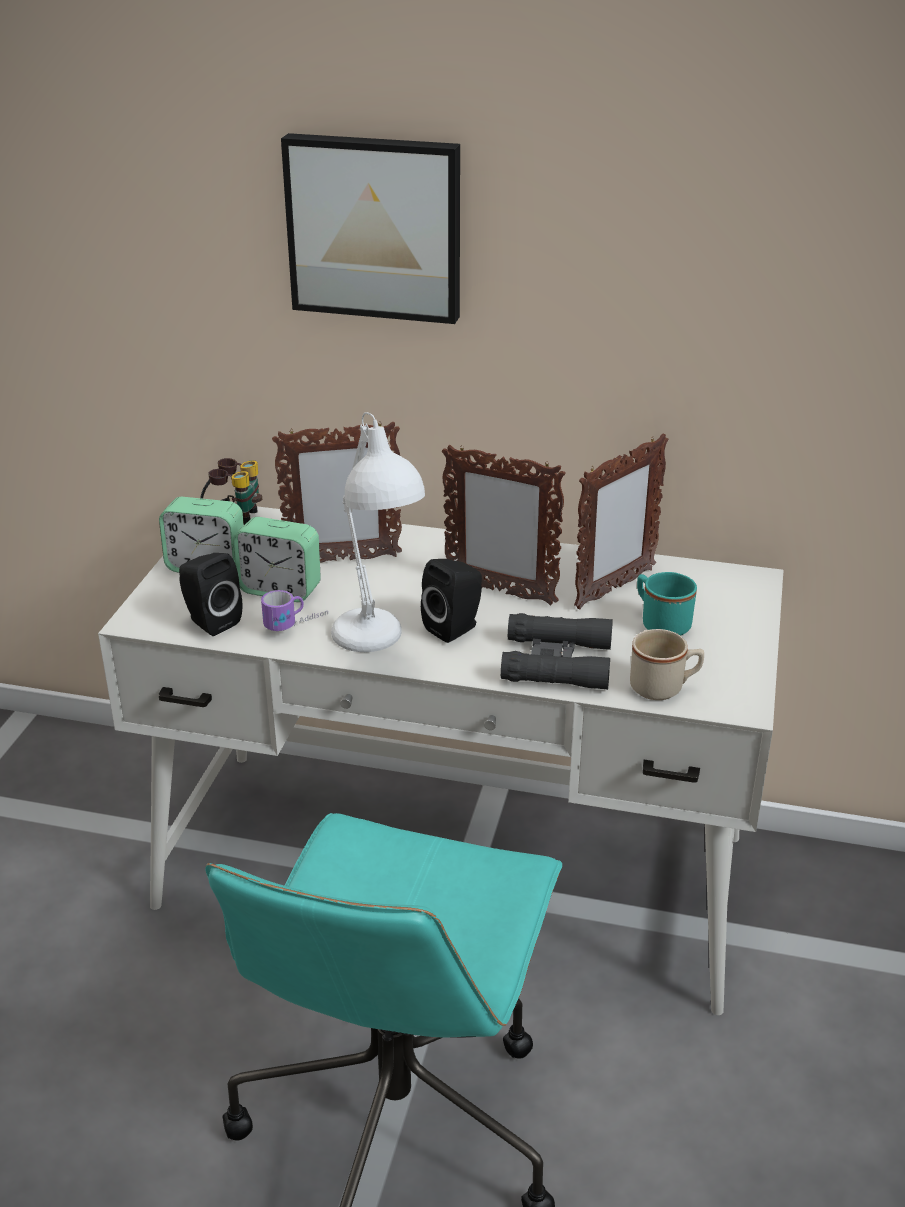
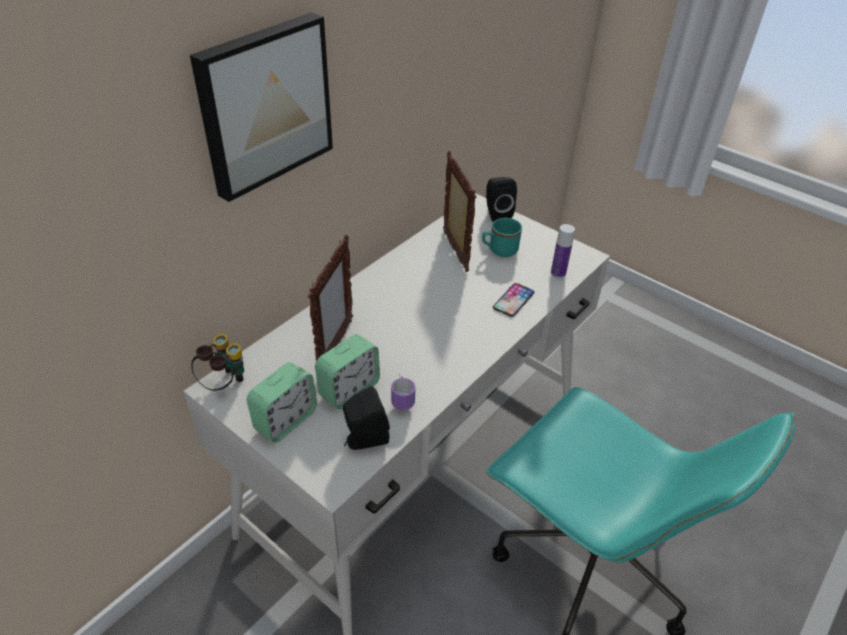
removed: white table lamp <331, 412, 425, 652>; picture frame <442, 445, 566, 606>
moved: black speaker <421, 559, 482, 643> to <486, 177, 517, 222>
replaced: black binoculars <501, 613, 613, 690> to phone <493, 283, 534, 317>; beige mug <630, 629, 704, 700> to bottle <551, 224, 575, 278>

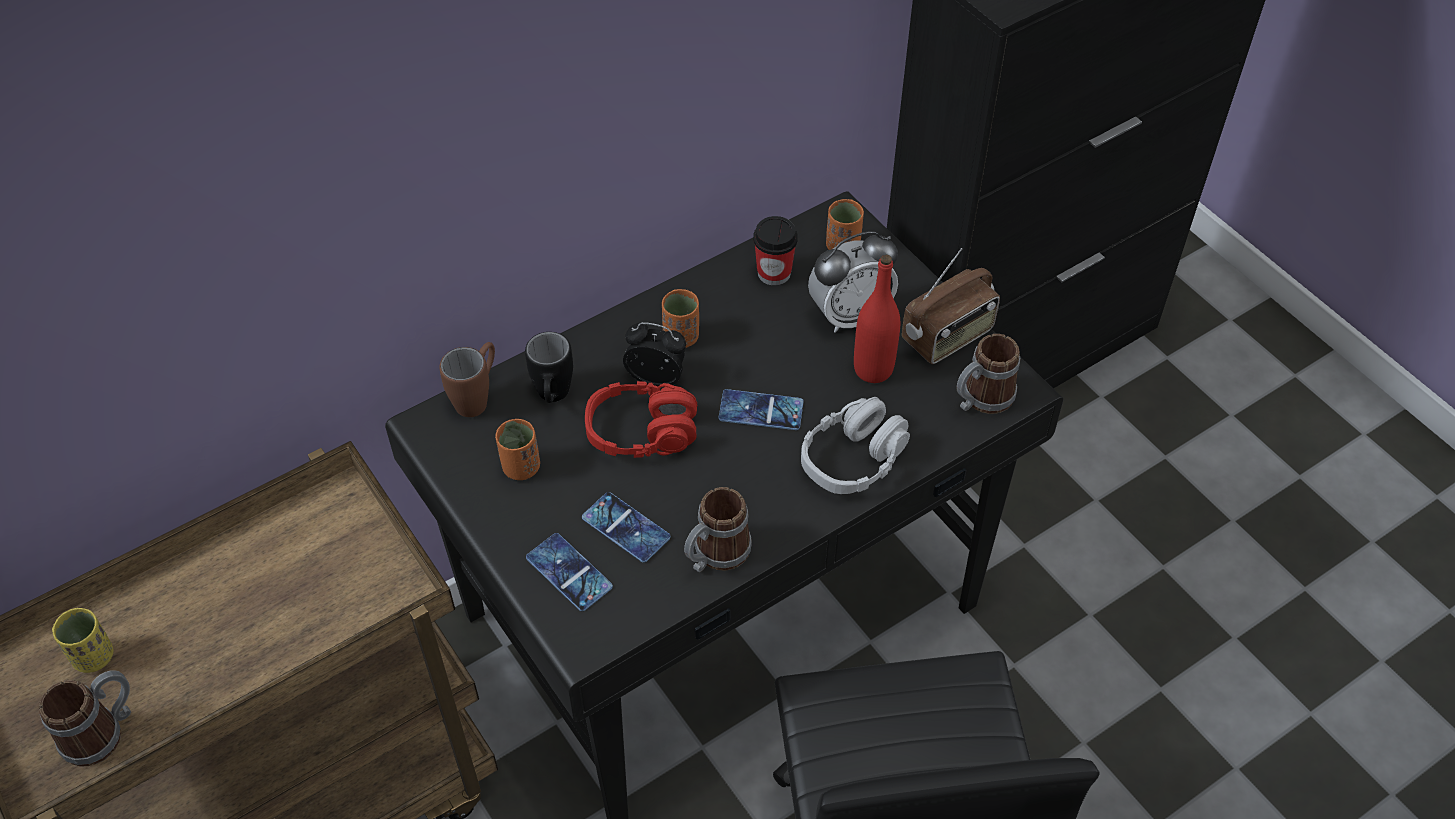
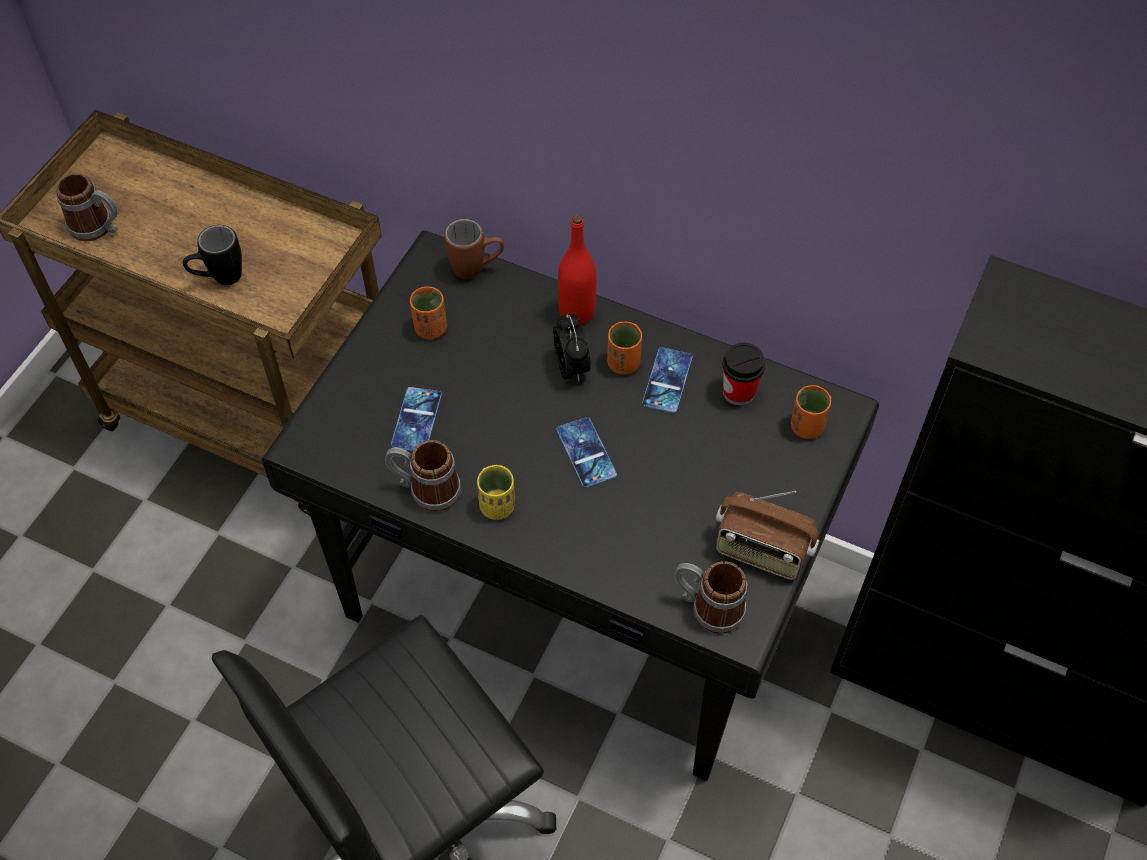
removed: red headphones <585, 381, 697, 458>; grey headphones <801, 397, 910, 494>; alarm clock <808, 231, 898, 333>
moved: yellow cup <52, 608, 113, 673> to <477, 465, 515, 520>; black mug <525, 332, 573, 403> to <183, 225, 242, 285>; phone <526, 533, 613, 611> to <642, 347, 693, 413>; red bottle <854, 255, 900, 383> to <558, 215, 596, 325>

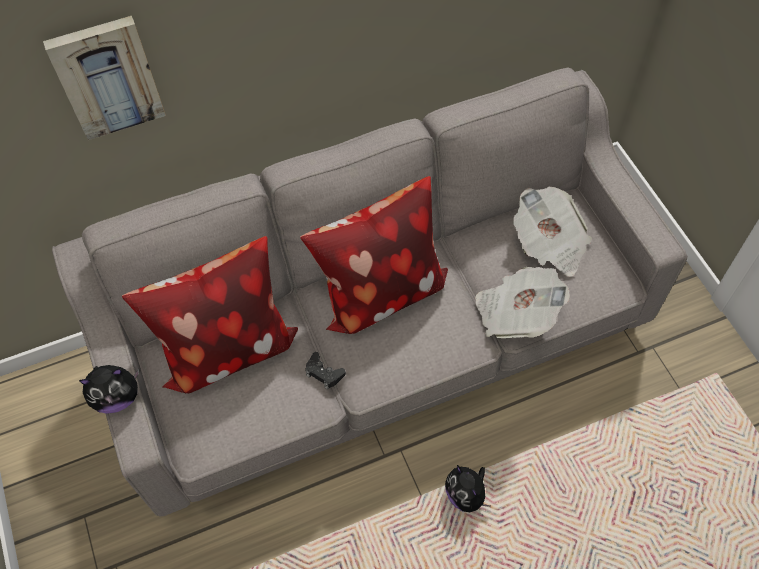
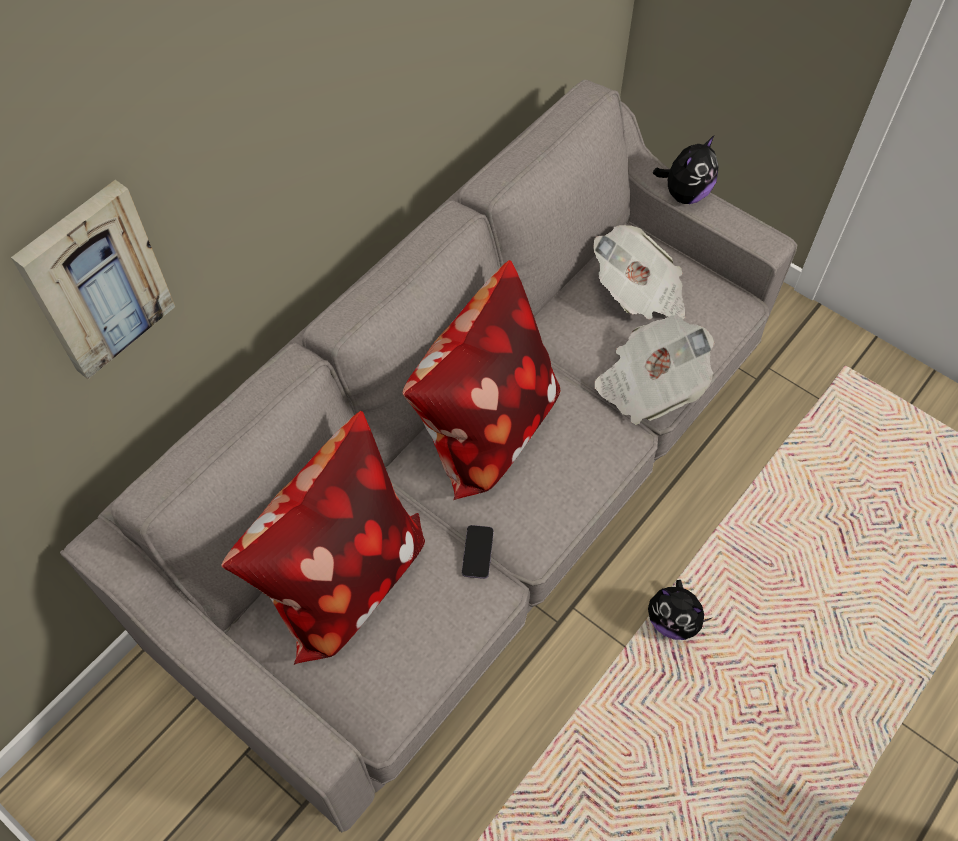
moved: plush toy <79, 365, 139, 414> to <653, 135, 719, 204>
replaced: black game controller <305, 352, 346, 389> to phone <462, 525, 494, 579>

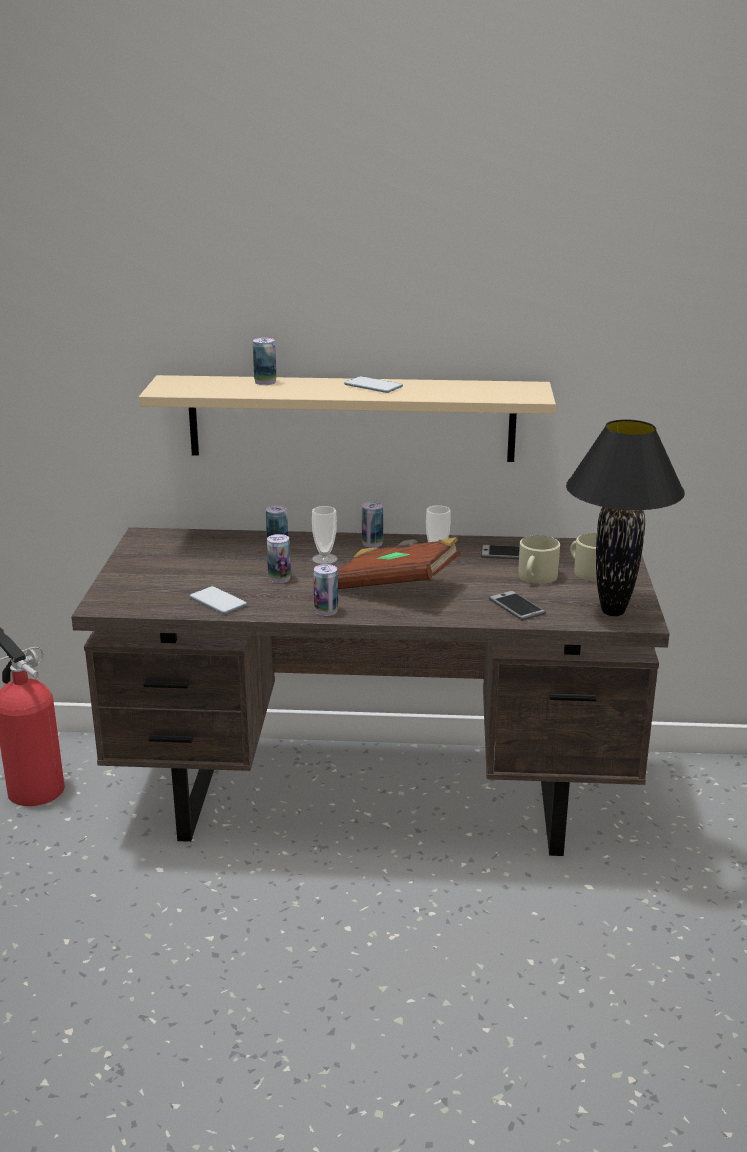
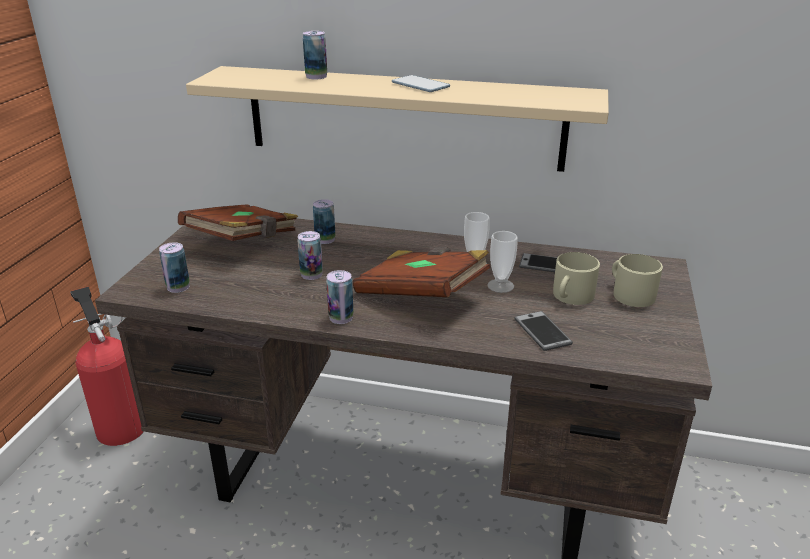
removed: phone <189, 586, 247, 614>; black table lamp <566, 419, 685, 616>
added: brown book <178, 204, 298, 241>
moved: cup <312, 506, 338, 564> to <487, 231, 518, 293>; can <362, 502, 383, 548> to <159, 242, 190, 293>

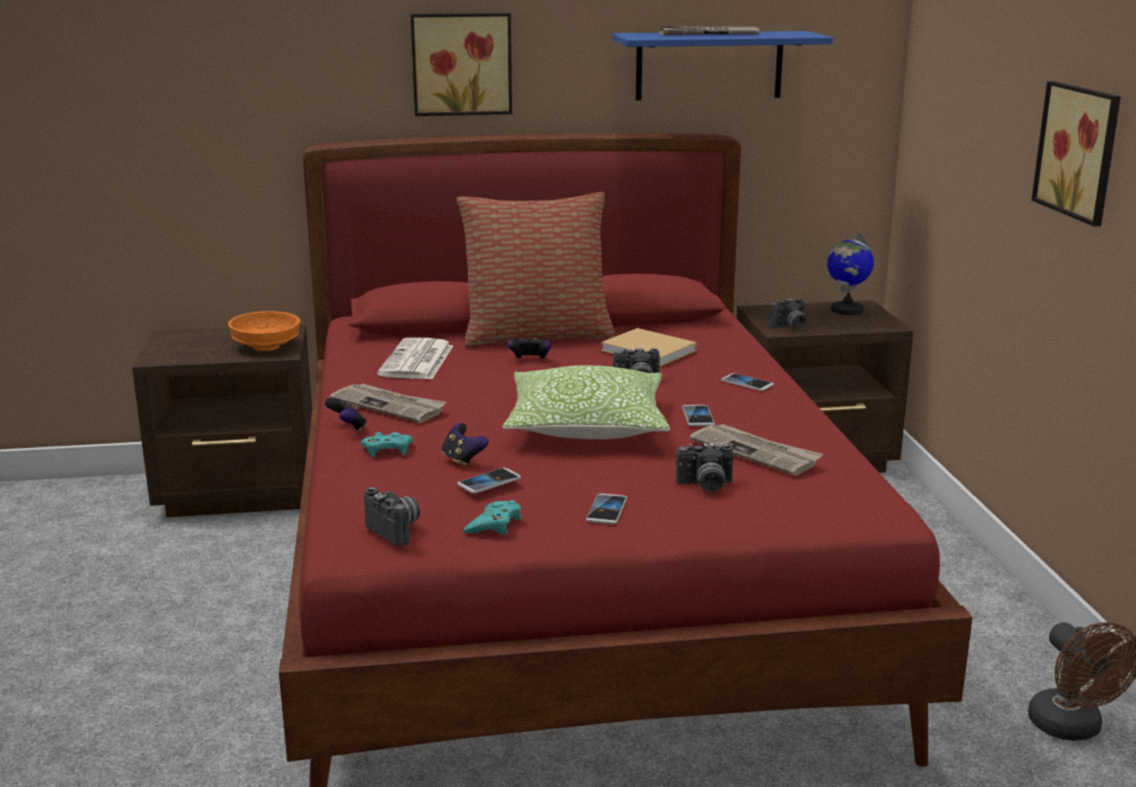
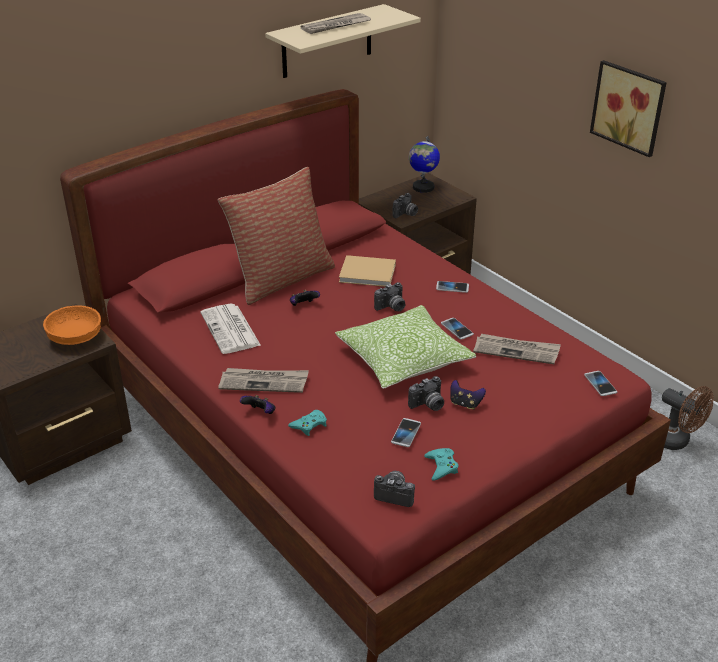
removed: picture <411, 13, 512, 116>
moved: game controller <442, 423, 489, 467> to <450, 380, 486, 410>; phone <586, 493, 627, 524> to <584, 371, 617, 396>; photo camera <676, 443, 734, 492> to <408, 376, 444, 411>
recoloured: blue shelf <612, 31, 833, 101> to beige shelf <265, 4, 421, 78>

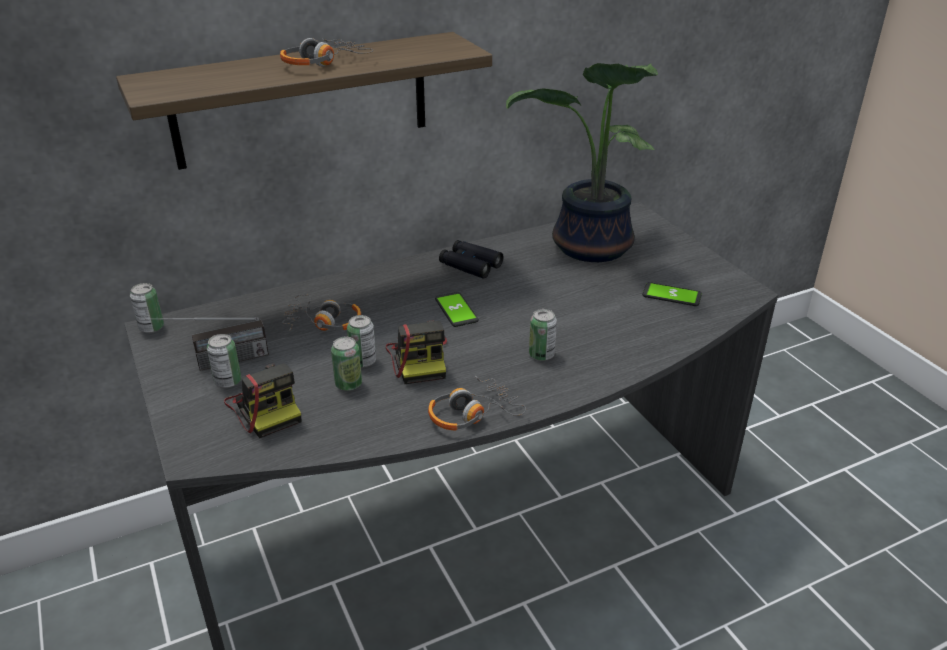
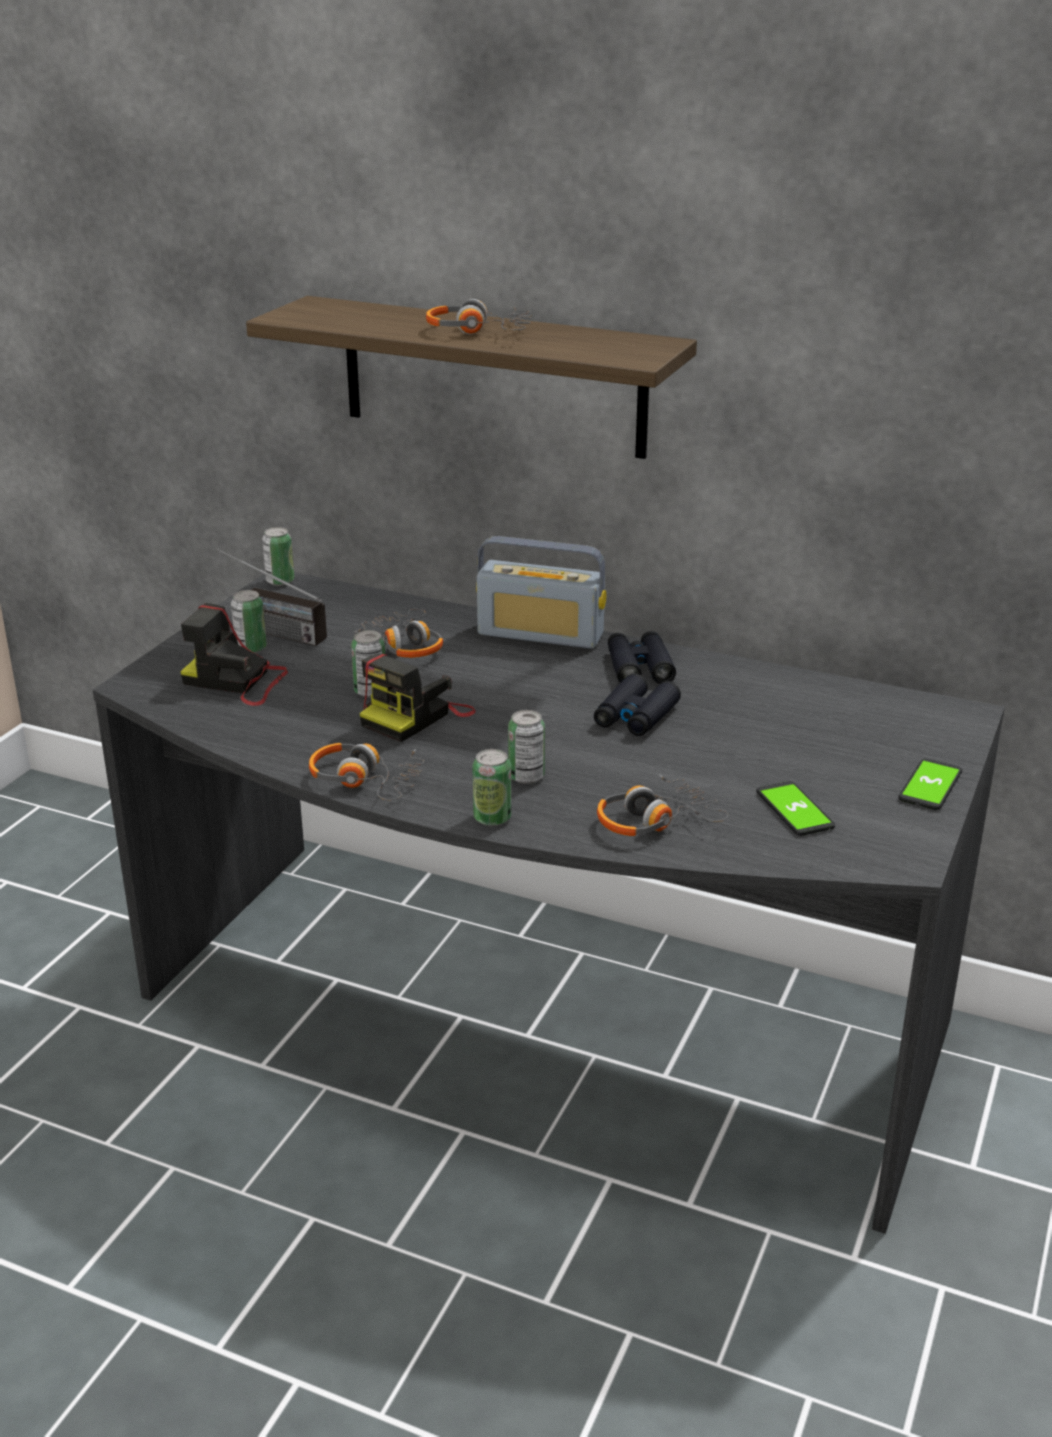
removed: potted plant <506, 63, 658, 262>
added: radio <476, 536, 607, 649>; black binoculars <594, 673, 681, 736>; headphones <597, 775, 728, 836>
moved: can <331, 337, 362, 391> to <472, 749, 511, 826>; phone <435, 292, 479, 327> to <898, 758, 962, 810>
turned: photo camera <224, 363, 301, 438> = <180, 603, 288, 706> 90 degrees clockwise

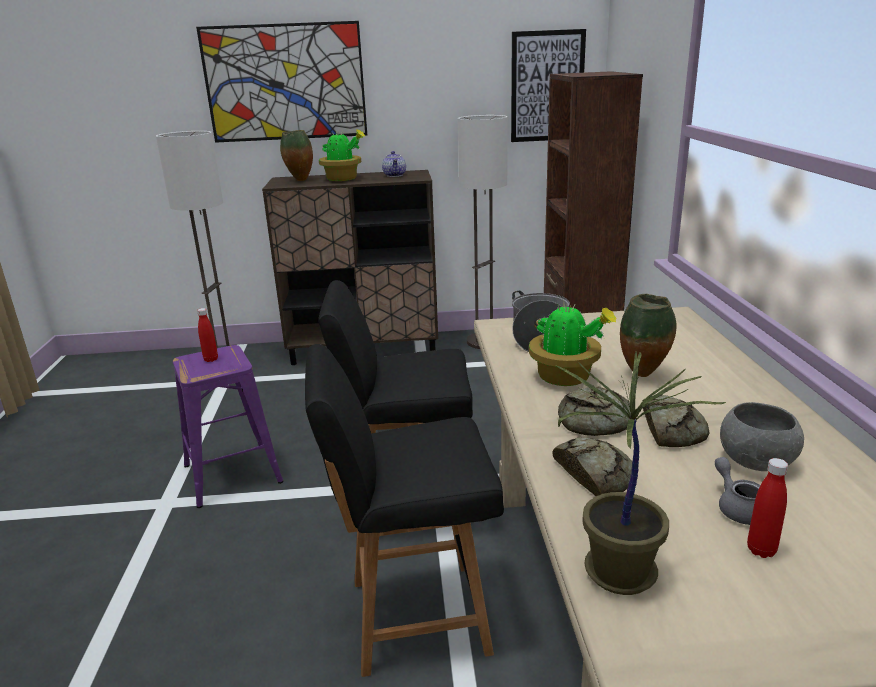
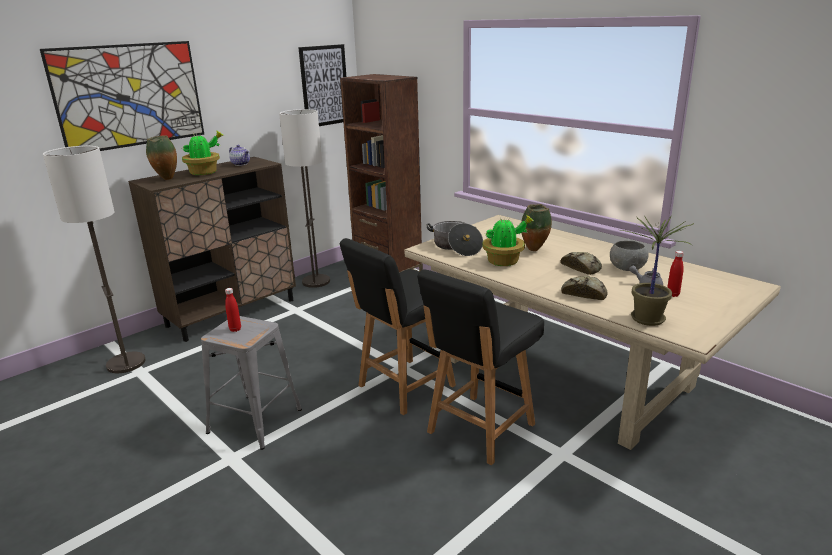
removed: bread <558, 385, 631, 436>
recoloured: purple stool <173, 345, 283, 508> to grey stool <201, 316, 302, 450>

